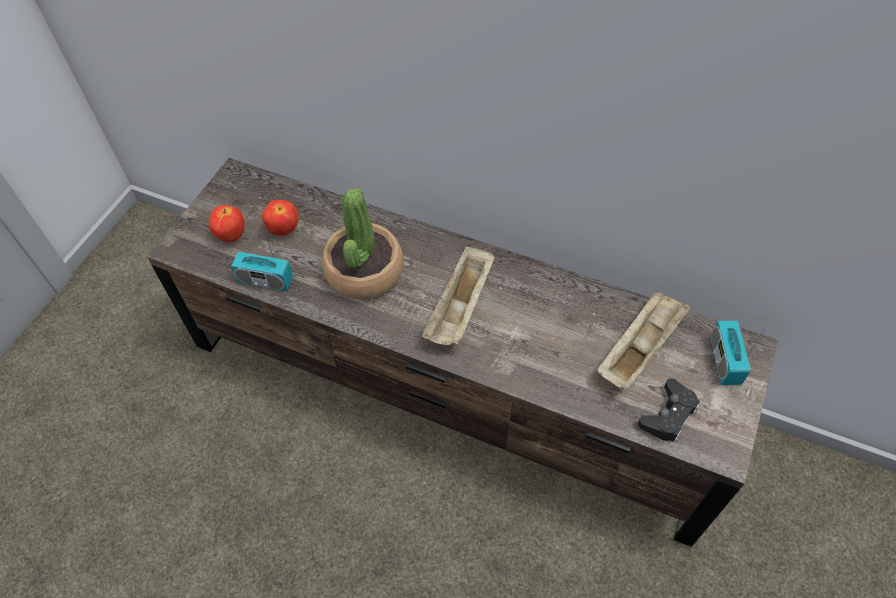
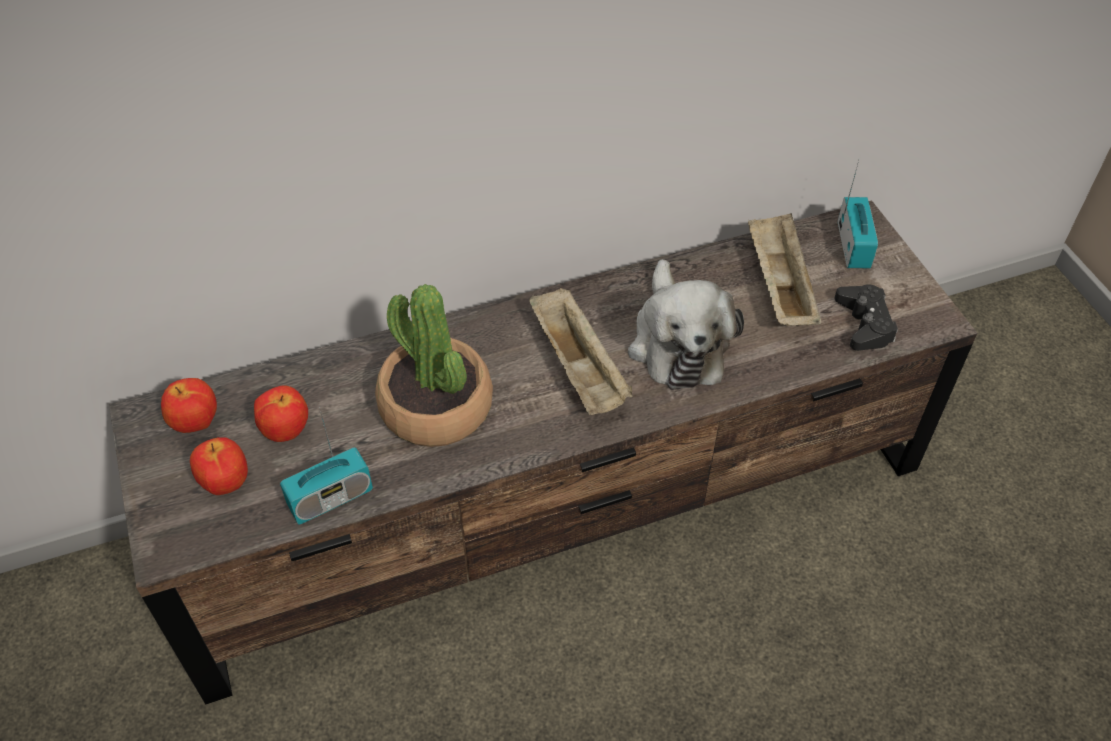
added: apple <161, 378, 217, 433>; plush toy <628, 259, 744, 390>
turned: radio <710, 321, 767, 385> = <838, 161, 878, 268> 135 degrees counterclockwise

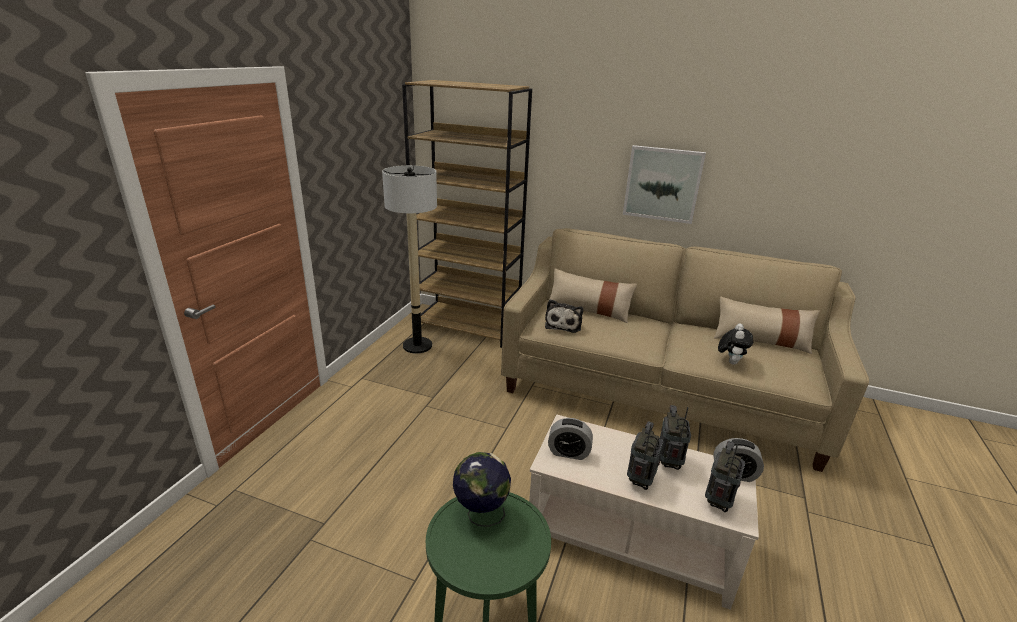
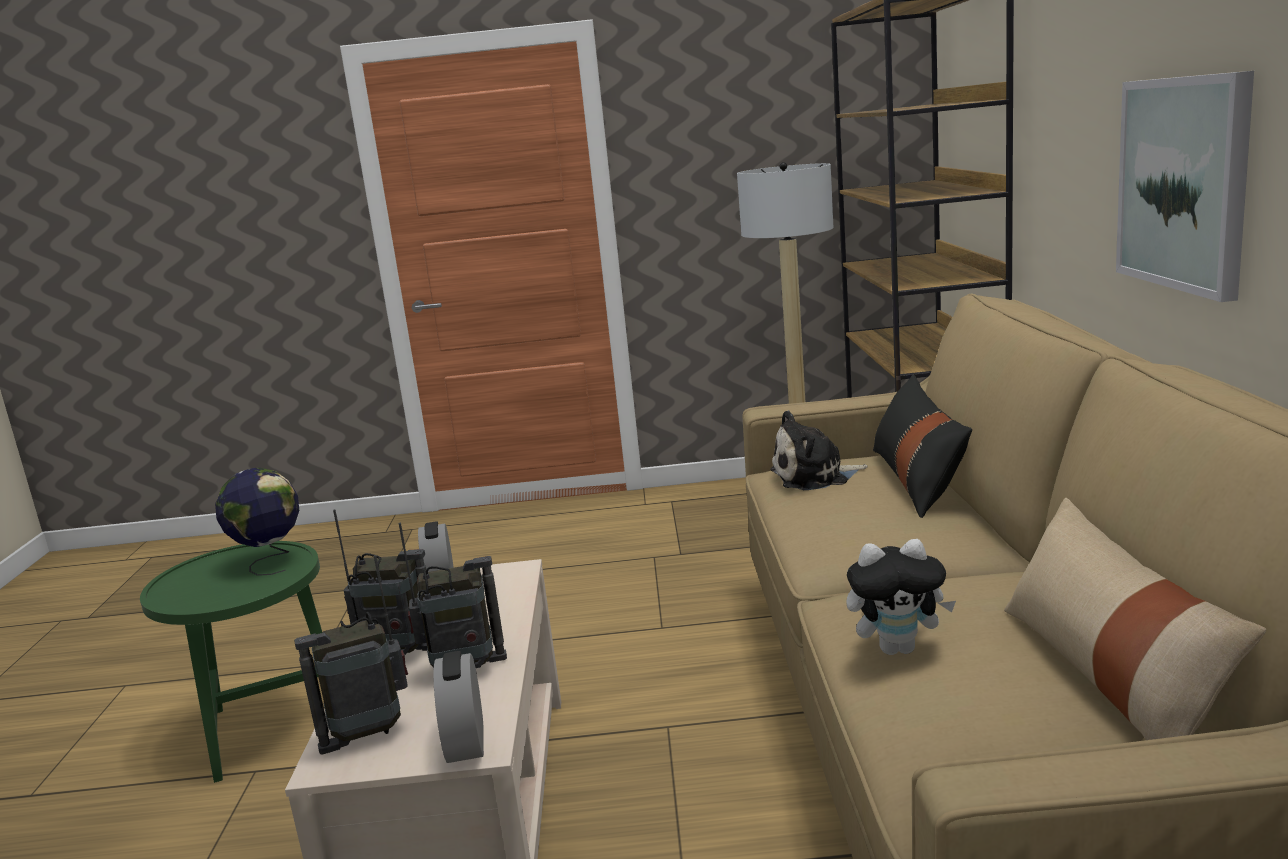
recoloured: beige pillow <549, 268, 637, 323> to black pillow <873, 375, 972, 518>
turned: radio <705, 441, 745, 512> = <294, 555, 408, 755> 150 degrees clockwise

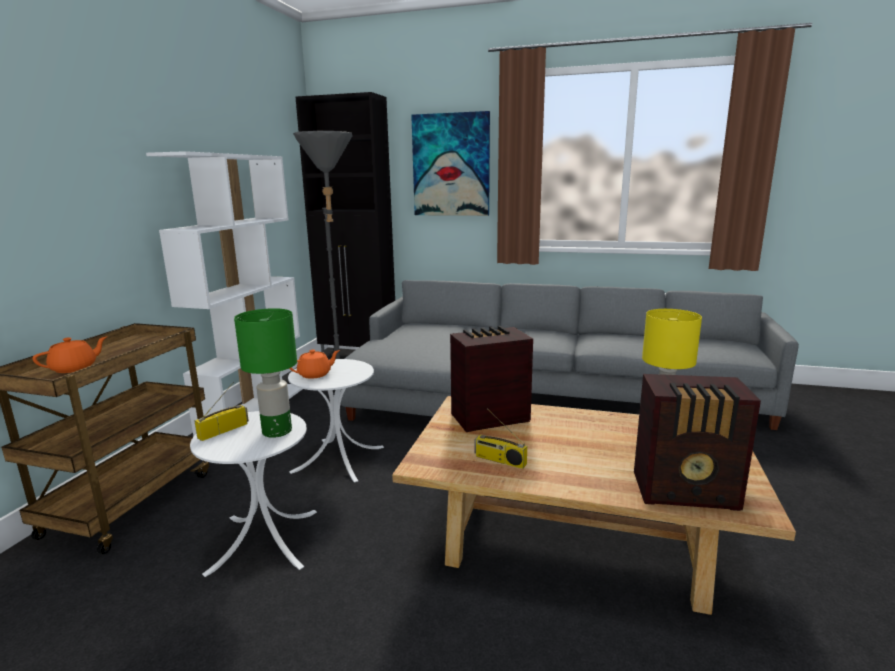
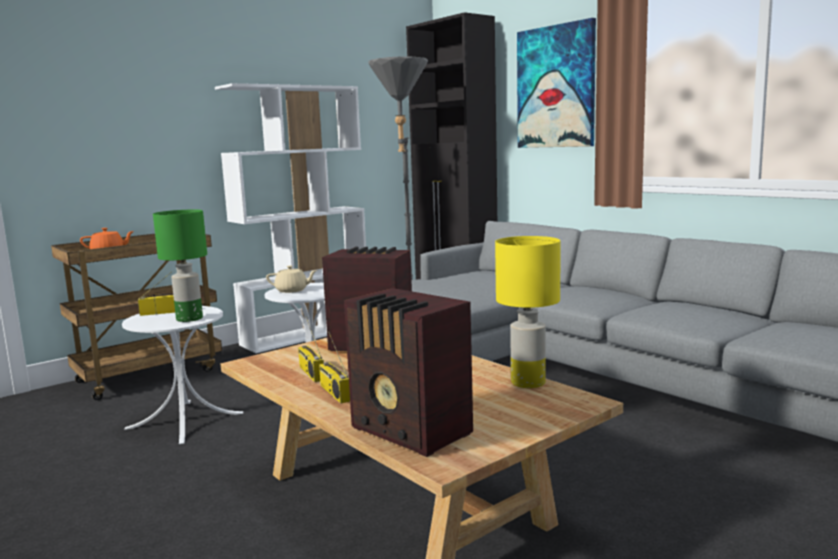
added: radio <319, 331, 350, 404>
recoloured: orange teapot <289, 350, 340, 379> to beige teapot <266, 265, 318, 293>

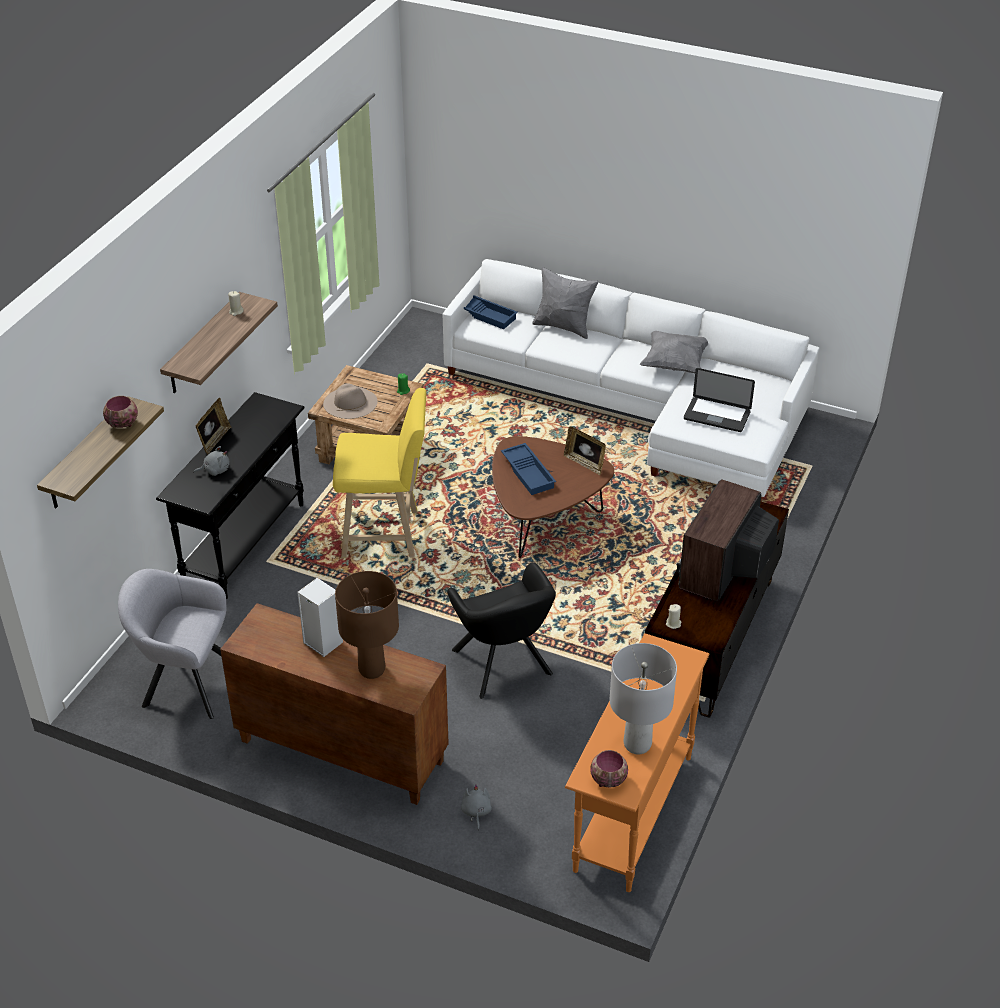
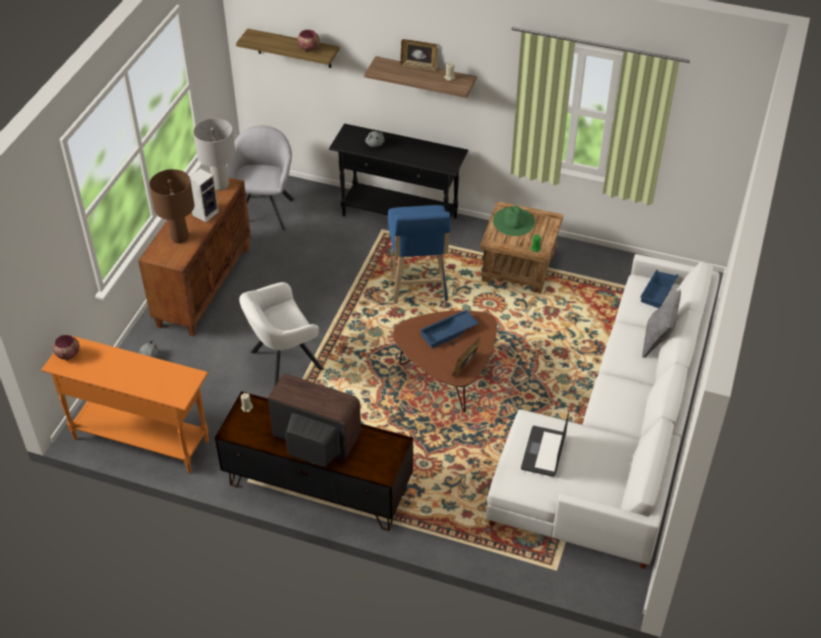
removed: grey pillow <640, 331, 708, 373>
moved: picture frame <196, 398, 231, 455> to <400, 39, 437, 71>; grey table lamp <610, 643, 677, 754> to <193, 118, 236, 191>
recoloured: beige hat <323, 383, 378, 419> to green hat <493, 206, 535, 236>; yellow stool <333, 388, 426, 558> to blue stool <388, 205, 450, 304>; black armchair <447, 563, 556, 699> to white armchair <239, 282, 324, 387>

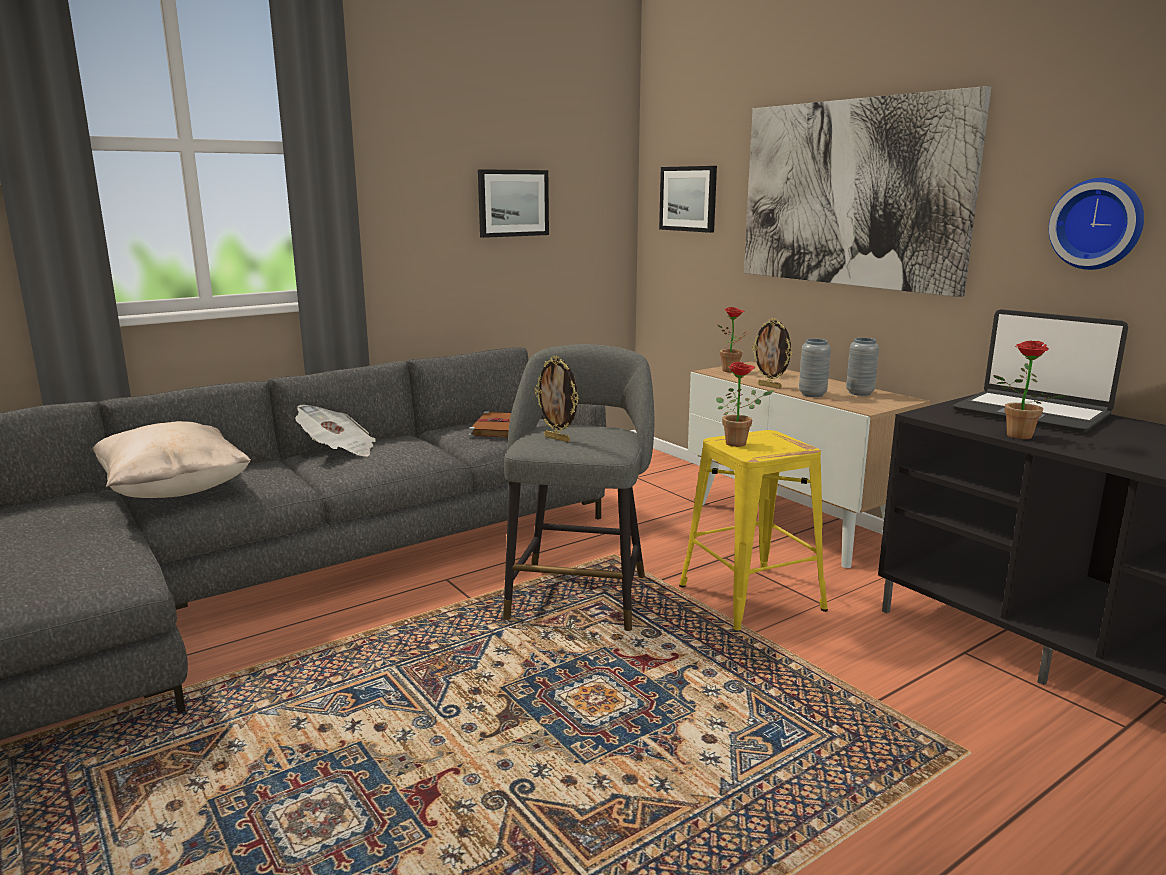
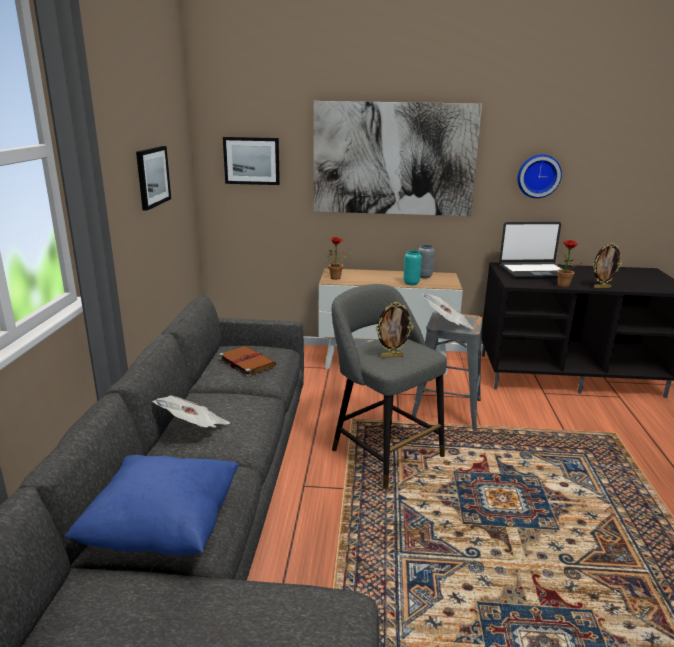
moved: picture frame <752, 318, 793, 389> to <593, 242, 622, 288>
replaced: potted plant <716, 362, 774, 447> to newspaper <422, 294, 474, 329>
recoloured: beige pillow <92, 421, 251, 498> to blue pillow <64, 455, 239, 556>; yellow stool <679, 430, 828, 631> to grey stool <412, 311, 483, 429>; grey vase <799, 339, 831, 397> to turquoise vase <403, 250, 422, 285>

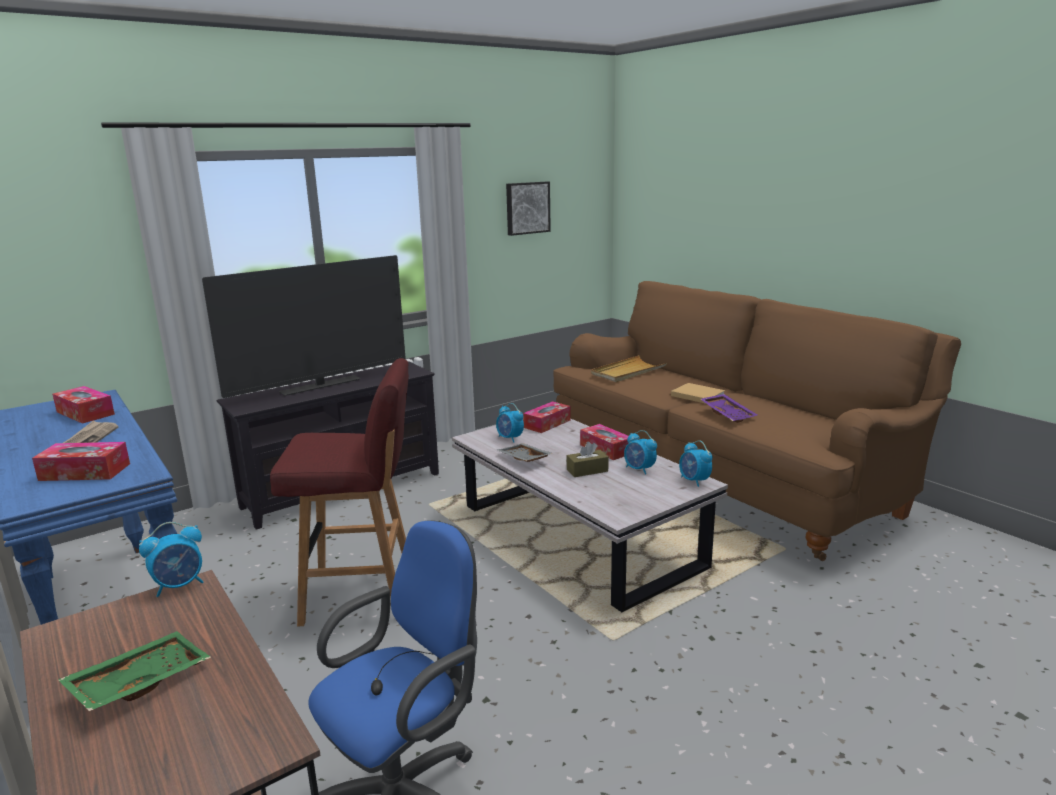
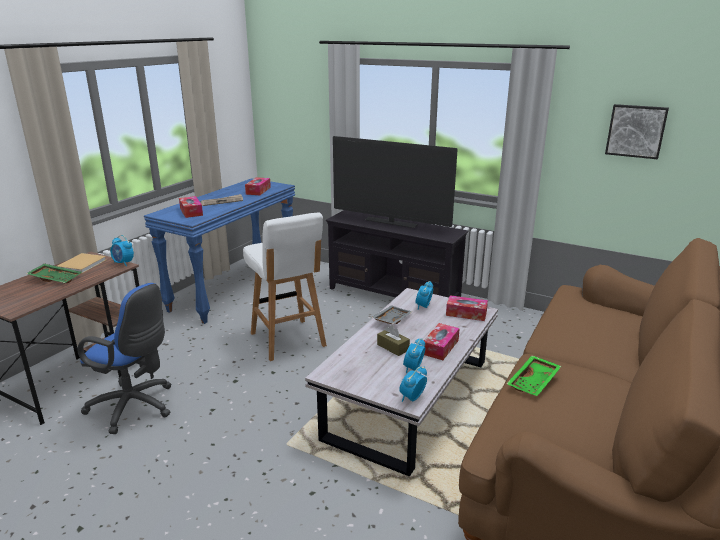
removed: beige tray <591, 355, 667, 382>
moved: beige book <671, 383, 725, 404> to <56, 253, 106, 274>
recoloured: red stool <270, 358, 409, 626> to white stool <243, 212, 327, 361>; purple tray <701, 394, 758, 423> to green tray <507, 355, 561, 396>

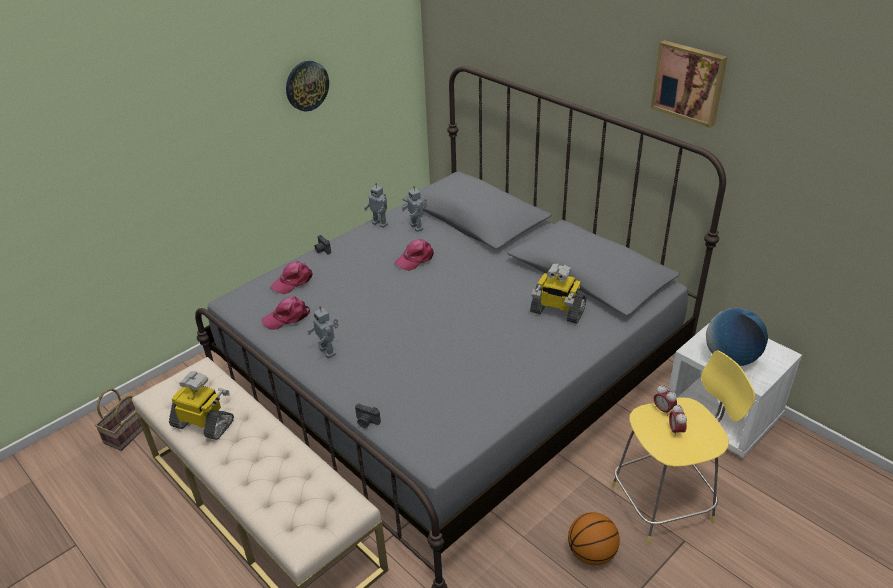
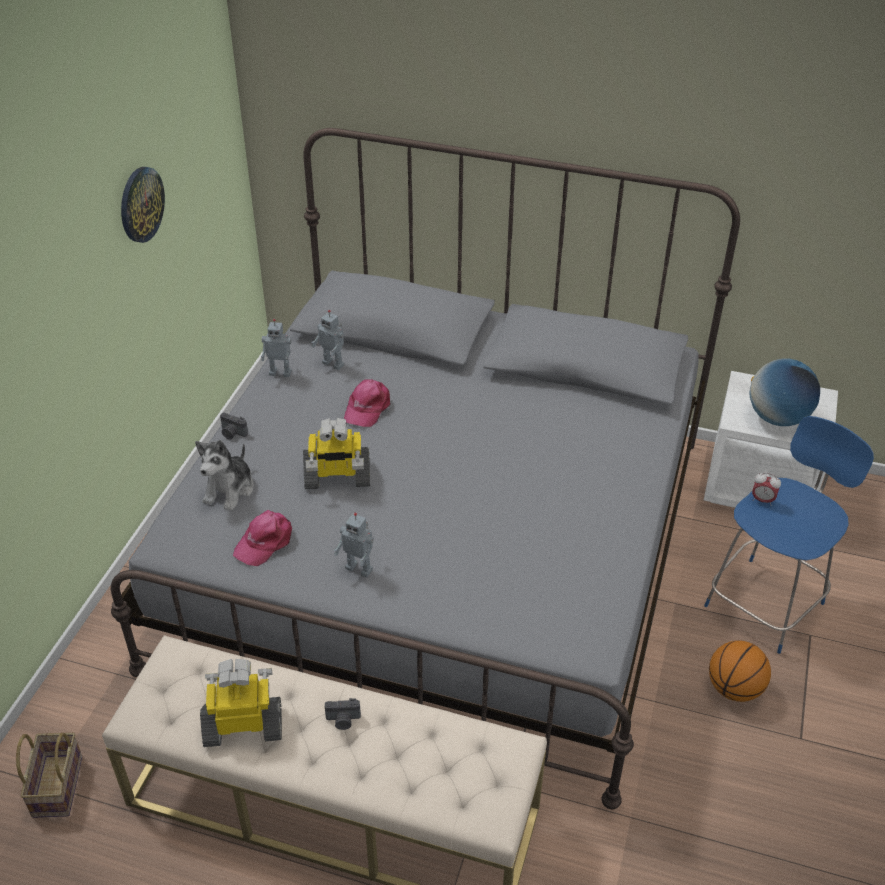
removed: picture <651, 40, 727, 128>; alarm clock <669, 405, 687, 437>
moved: photo camera <355, 403, 381, 428> to <325, 698, 361, 730>; toy robot <530, 263, 586, 324> to <303, 418, 370, 489>
replaced: pink cap <270, 261, 313, 294> to plush toy <195, 440, 254, 511>
recoloured: yellow stool <612, 350, 755, 544> to blue stool <704, 416, 874, 654>

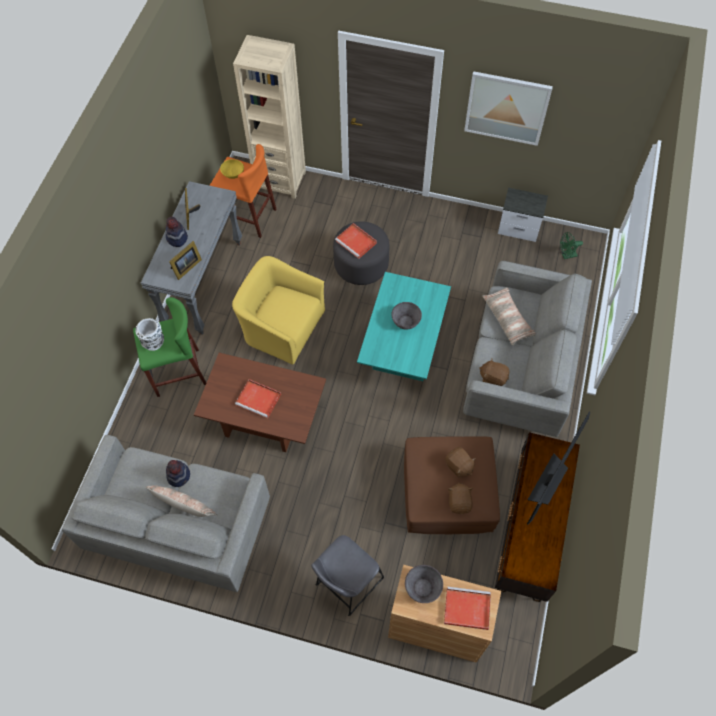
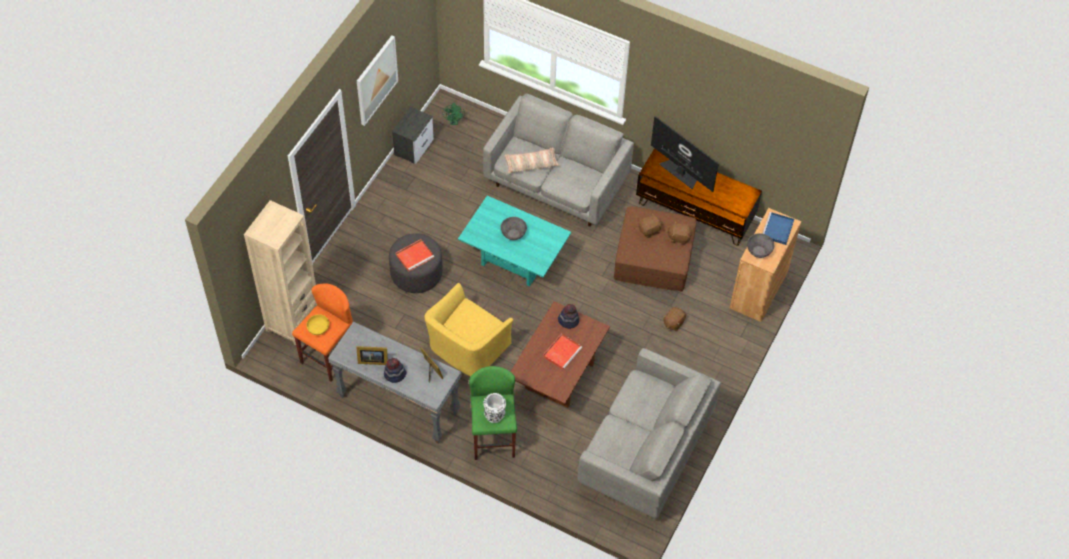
removed: pillow <146, 486, 217, 517>; grey stool <311, 535, 385, 616>
moved: hat <166, 460, 190, 487> to <558, 304, 579, 329>; brown plush toy <479, 359, 509, 386> to <663, 307, 686, 331>
recoloured: red tray <444, 586, 491, 630> to blue tray <762, 212, 794, 245>

